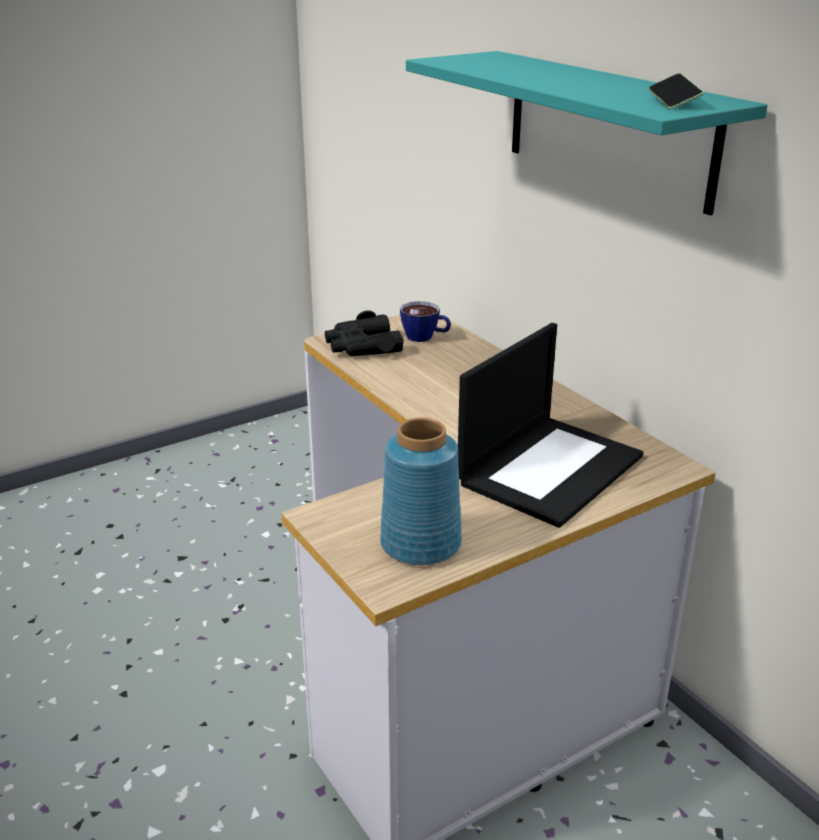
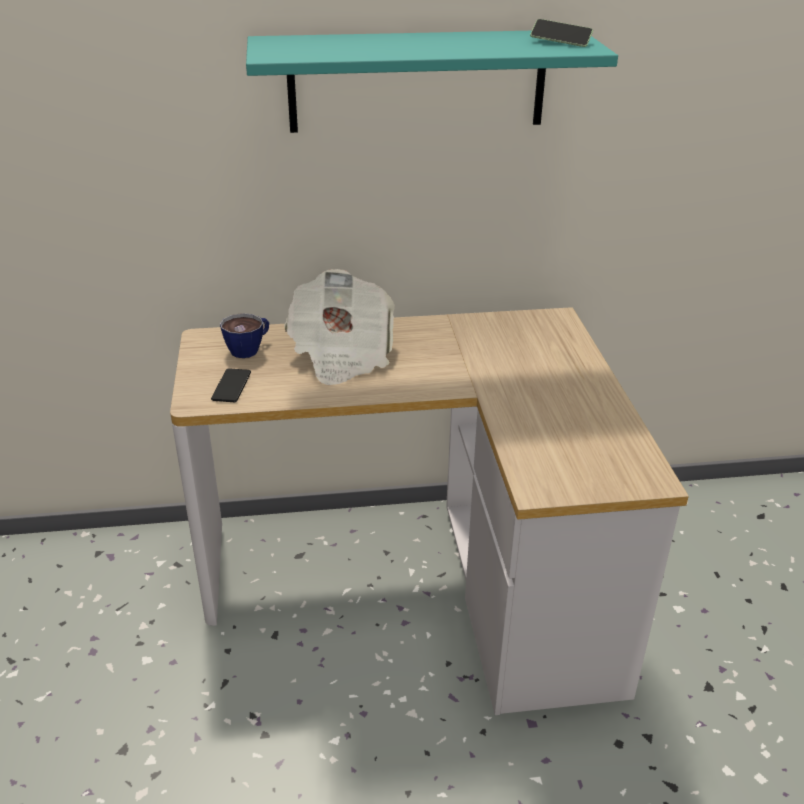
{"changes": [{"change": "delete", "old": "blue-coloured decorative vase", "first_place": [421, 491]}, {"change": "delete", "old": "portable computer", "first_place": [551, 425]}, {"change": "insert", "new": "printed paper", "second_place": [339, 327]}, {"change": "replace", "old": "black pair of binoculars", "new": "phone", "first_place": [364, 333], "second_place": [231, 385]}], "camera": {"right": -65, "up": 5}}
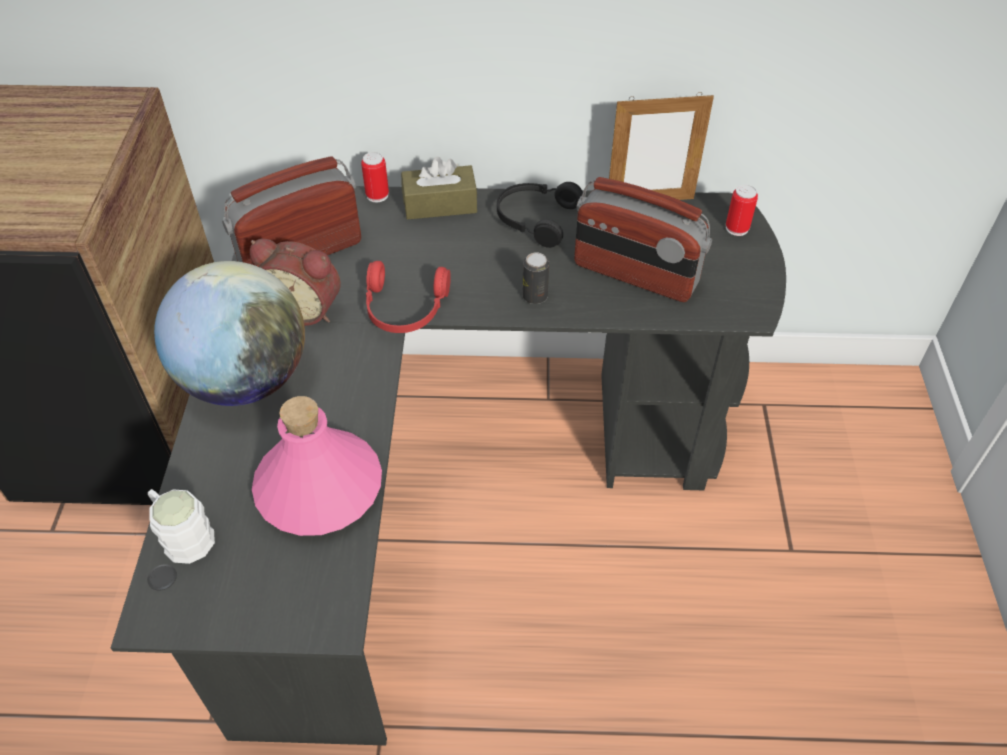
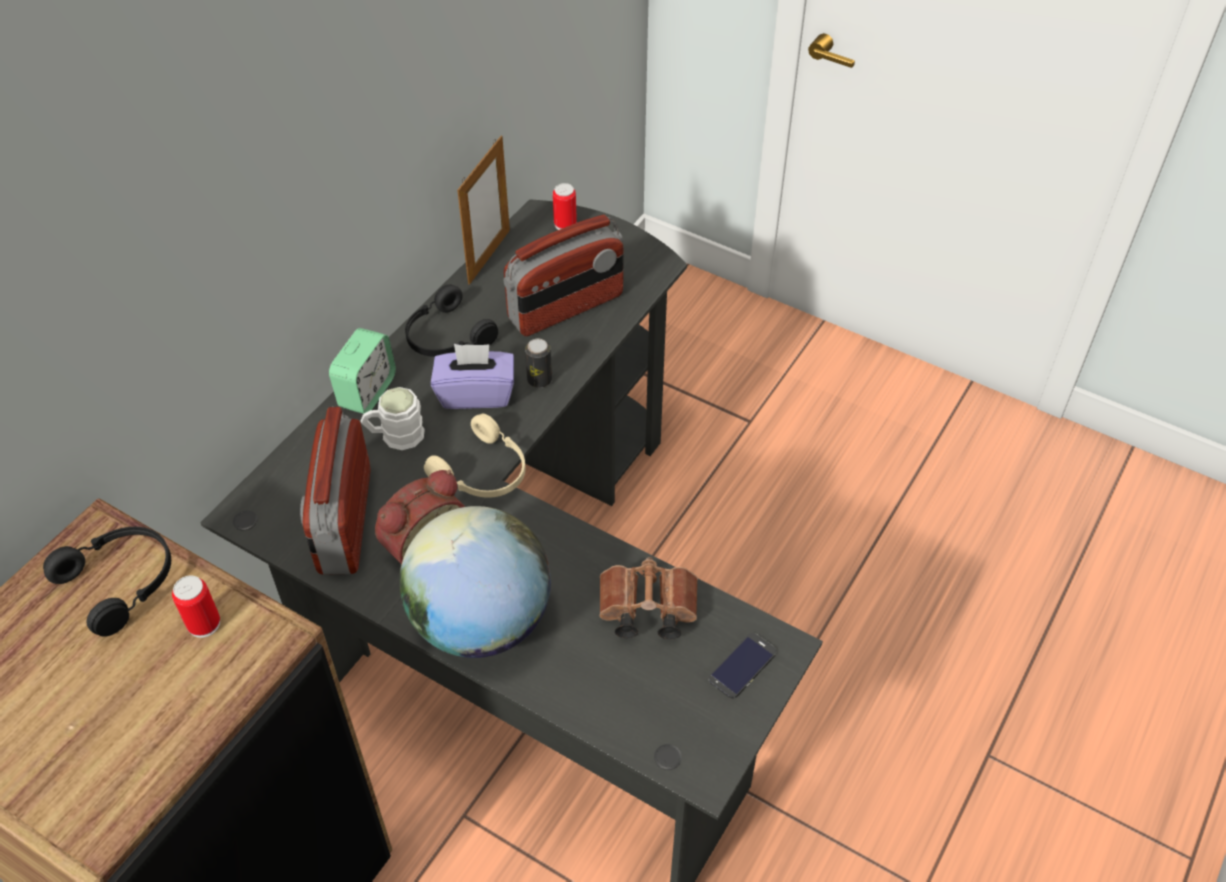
{"changes": [{"change": "insert", "new": "black headphones", "second_place": [107, 582]}, {"change": "insert", "new": "purple box of tissues", "second_place": [472, 376]}, {"change": "insert", "new": "phone", "second_place": [743, 666]}, {"change": "move", "old": "white coffee mug", "first_place": [181, 526], "second_place": [392, 418]}, {"change": "move", "old": "can", "first_place": [375, 177], "second_place": [196, 606]}, {"change": "replace", "old": "pinkish drink bottle", "new": "brownish pair of binoculars", "first_place": [317, 466], "second_place": [648, 598]}, {"change": "replace", "old": "brownish box of tissues", "new": "bedside clock", "first_place": [439, 188], "second_place": [362, 371]}, {"change": "recolor", "old": "red-coloured headphones", "new": "beige headphones", "first_place": [408, 297], "second_place": [474, 456]}], "camera": {"right": -60, "up": 0}}
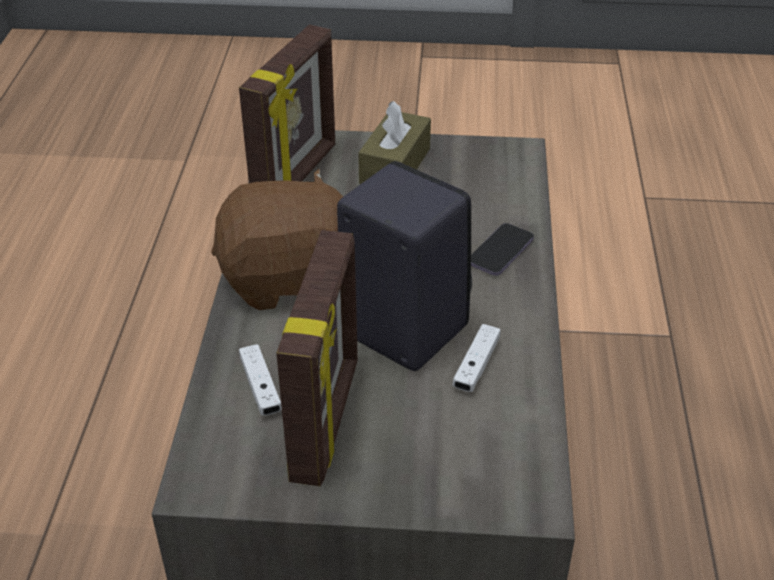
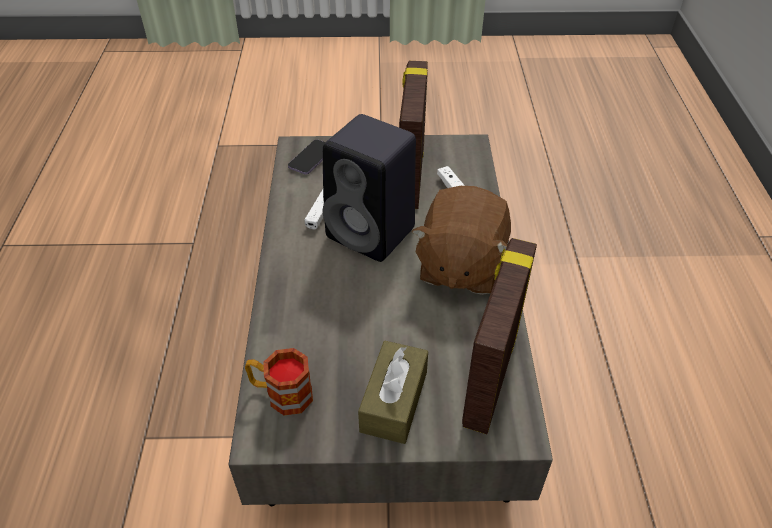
{"changes": [{"change": "insert", "new": "coffee mug", "second_place": [279, 381]}, {"change": "move", "old": "phone", "first_place": [502, 249], "second_place": [306, 157]}, {"change": "rotate", "old": "brownish soft toy", "first_place": [277, 239], "second_place": [461, 240], "degrees": -60}], "camera": {"right": 175, "up": 5}}
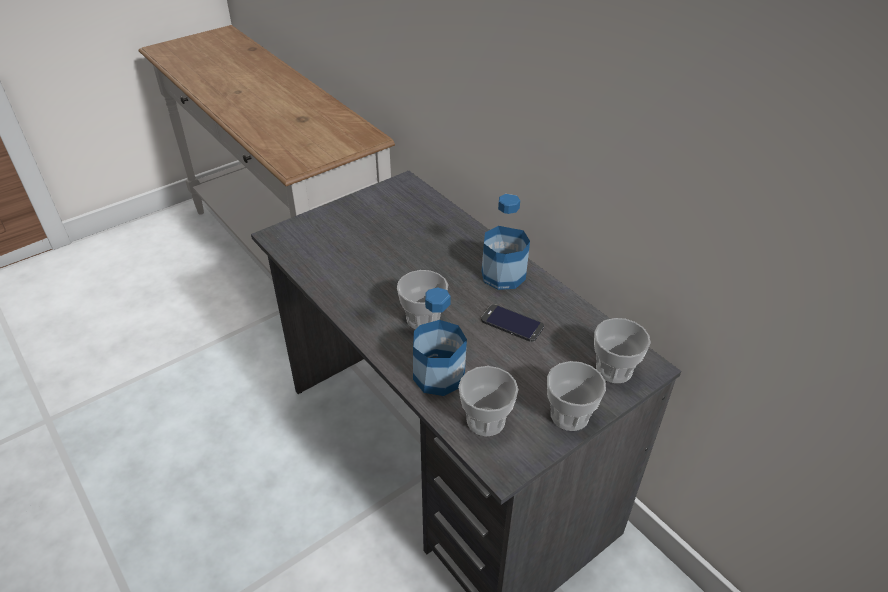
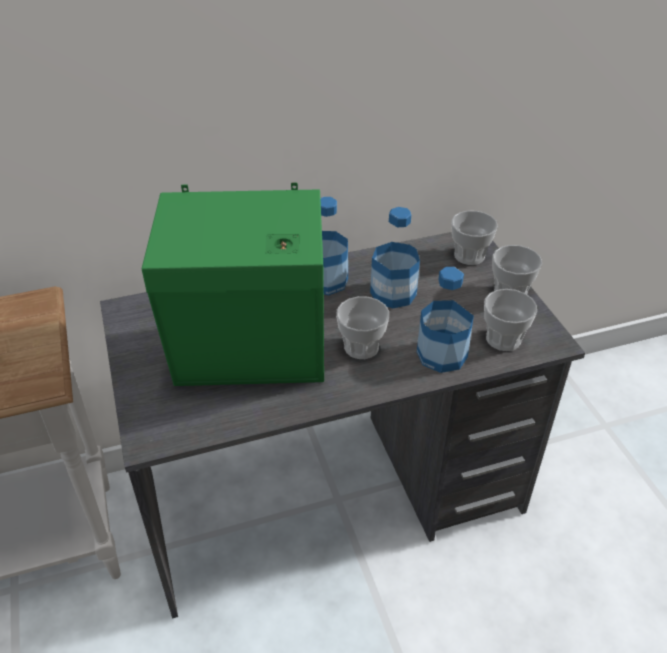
{"changes": [{"change": "insert", "new": "green audio speaker", "second_place": [233, 284]}, {"change": "replace", "old": "phone", "new": "drink bottle", "first_place": [512, 323], "second_place": [395, 257]}], "camera": {"right": -70, "up": 0}}
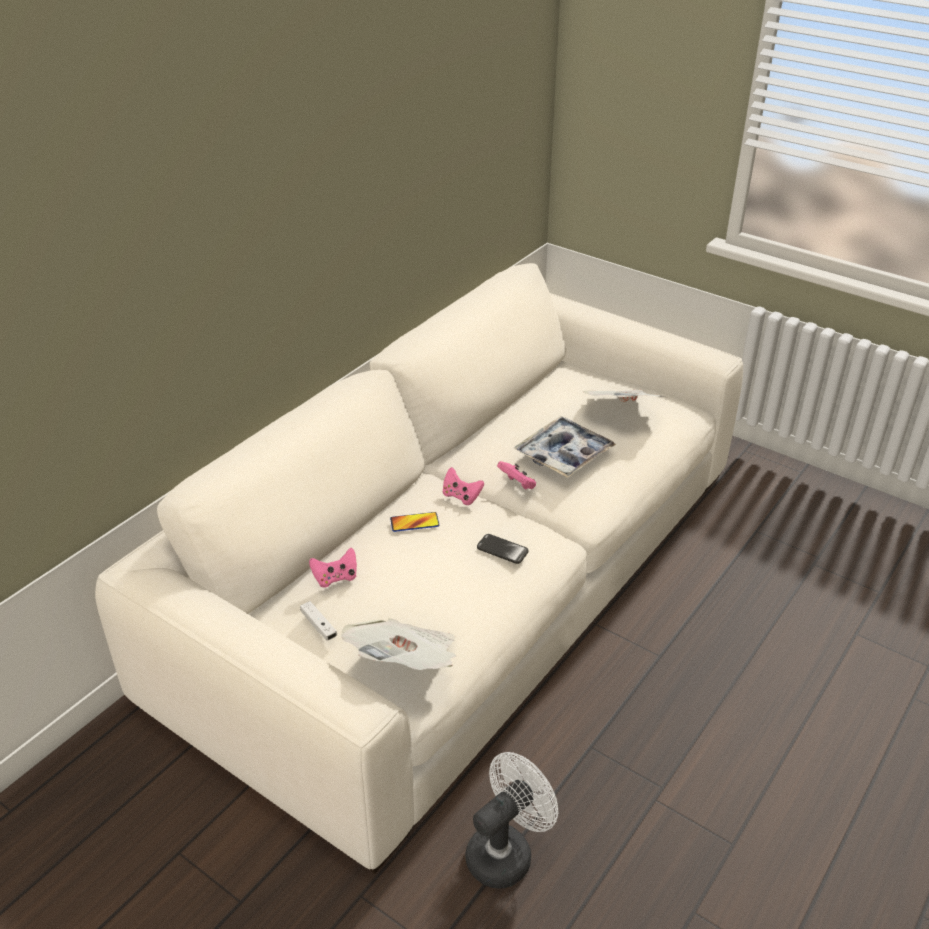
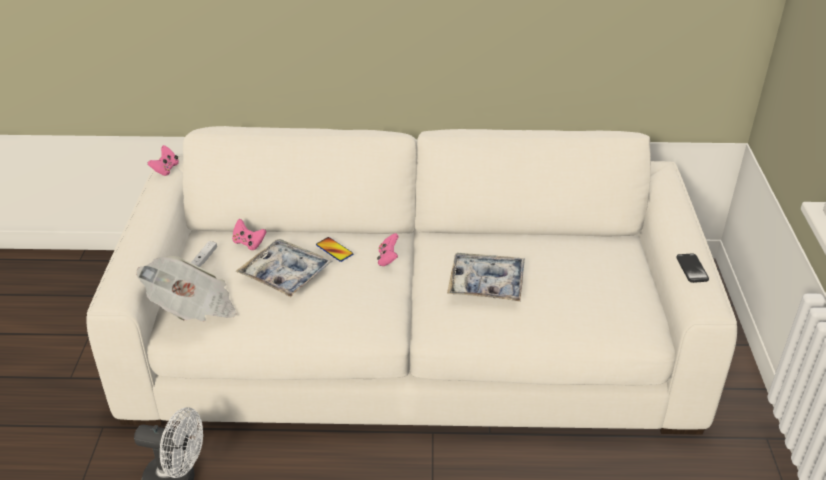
{"changes": [{"change": "delete", "old": "printed paper", "first_place": [623, 395]}, {"change": "insert", "new": "serving tray", "second_place": [284, 268]}, {"change": "move", "old": "phone", "first_place": [502, 549], "second_place": [692, 268]}, {"change": "move", "old": "pinkish gamepad", "first_place": [516, 475], "second_place": [163, 160]}], "camera": {"right": 55, "up": 0}}
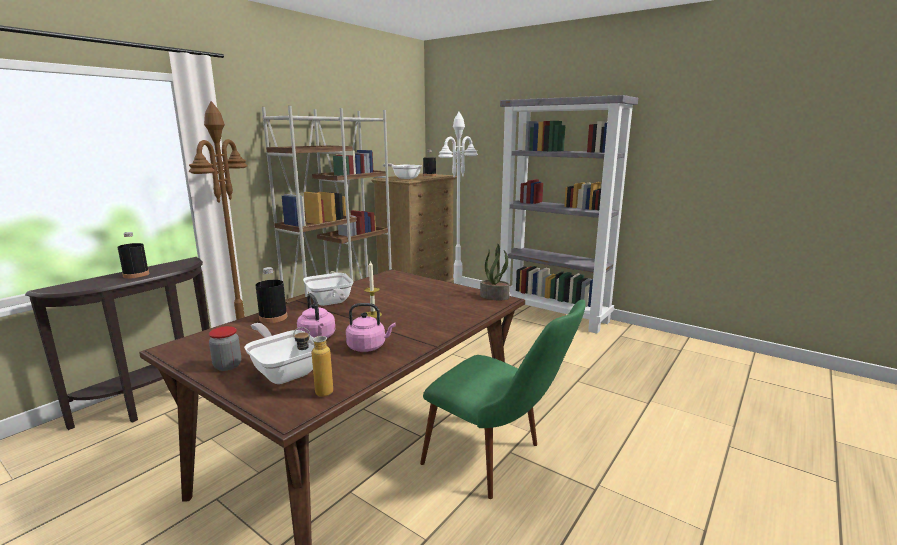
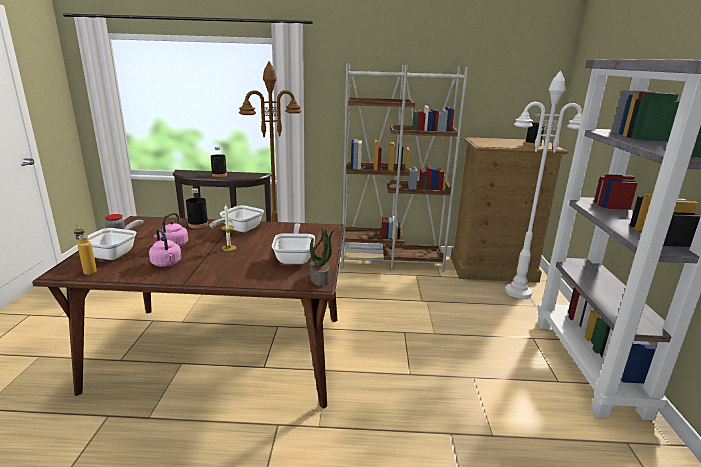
{"changes": [{"change": "delete", "old": "green chair", "first_place": [503, 399]}, {"change": "move", "old": "pan", "first_place": [402, 171], "second_place": [293, 244]}], "camera": {"right": 55, "up": 5}}
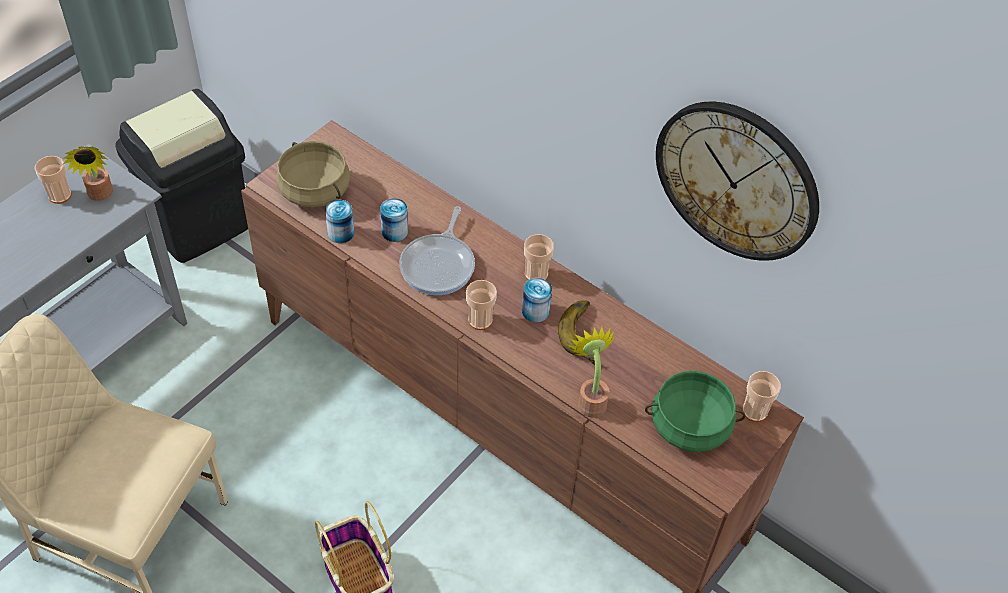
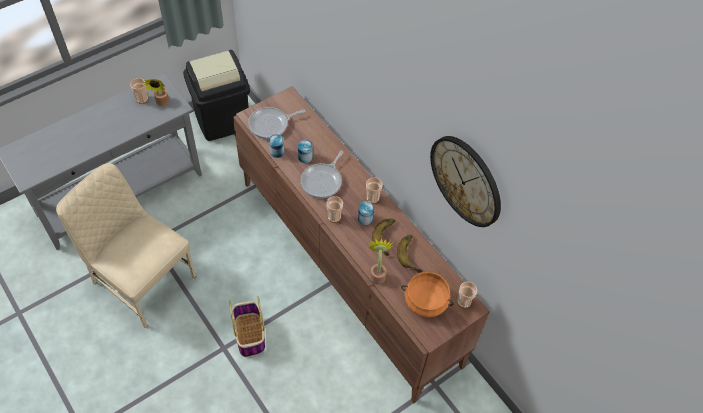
{"changes": [{"change": "insert", "new": "banana fruit", "second_place": [409, 254]}, {"change": "replace", "old": "beige cooking pot", "new": "pan", "first_place": [313, 174], "second_place": [277, 123]}, {"change": "recolor", "old": "green cooking pot", "new": "orangey cooking pot", "first_place": [695, 411], "second_place": [427, 294]}], "camera": {"right": 15, "up": 5}}
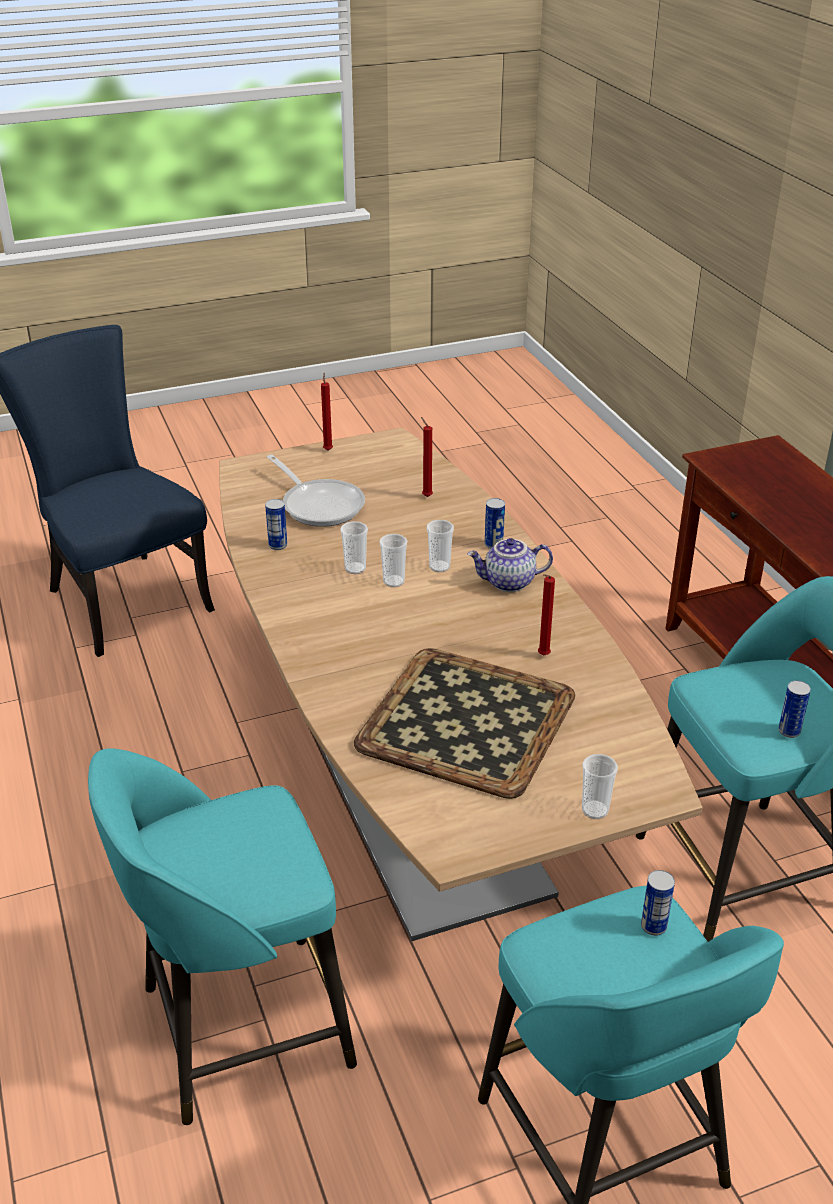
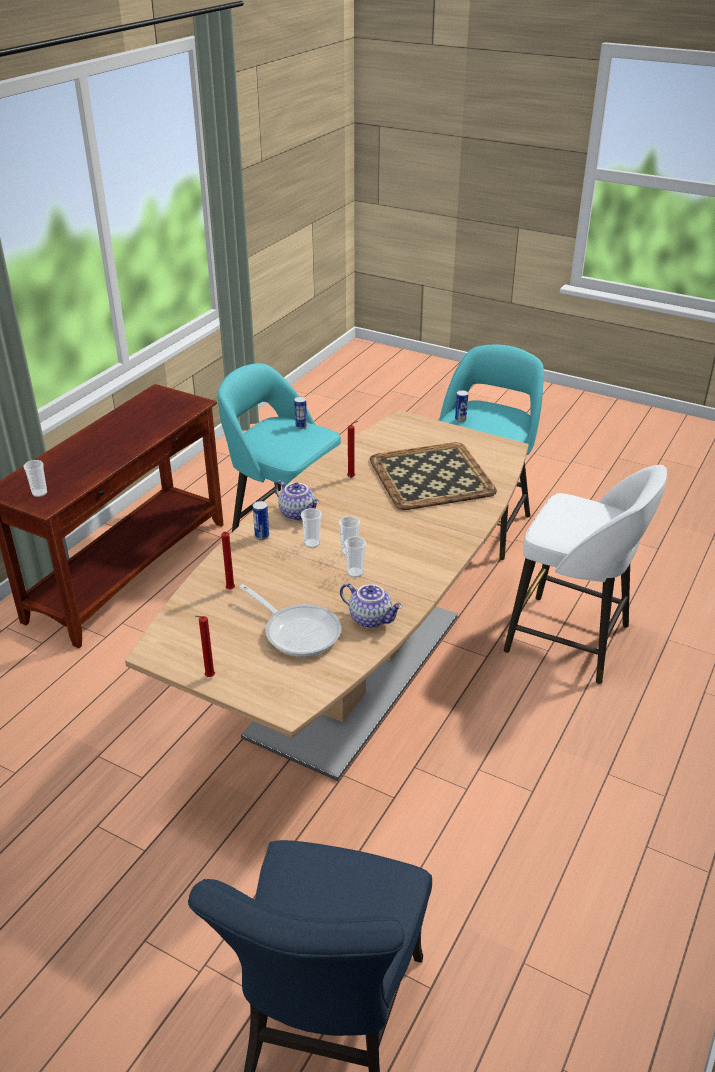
{"changes": [{"change": "move", "old": "cup", "first_place": [600, 786], "second_place": [35, 478]}, {"change": "replace", "old": "can", "new": "teapot", "first_place": [276, 524], "second_place": [371, 605]}, {"change": "recolor", "old": "turquoise stool", "new": "white stool", "first_place": [222, 936], "second_place": [585, 574]}, {"change": "rotate", "old": "pan", "first_place": [316, 491], "second_place": [290, 620], "degrees": 120}], "camera": {"right": -130, "up": 0}}
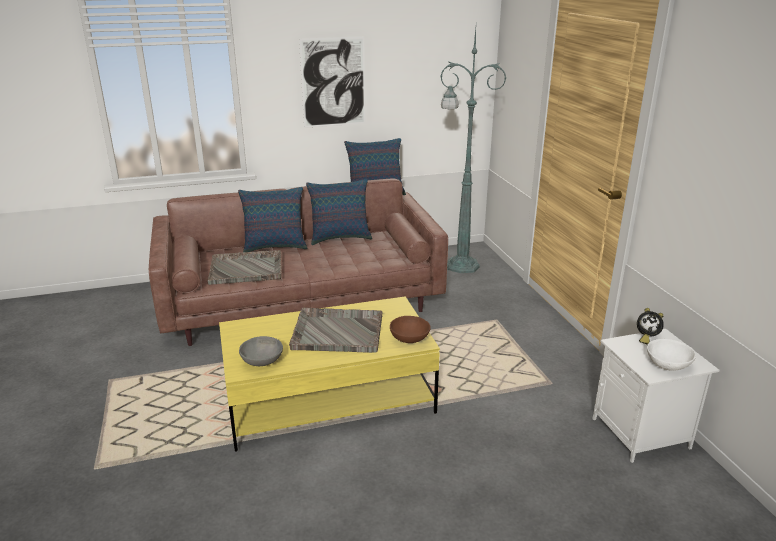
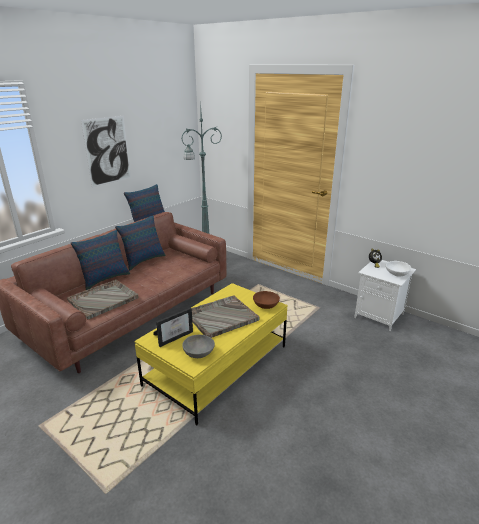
{"changes": [{"change": "insert", "new": "picture frame", "second_place": [173, 327]}], "camera": {"right": -35, "up": 0}}
